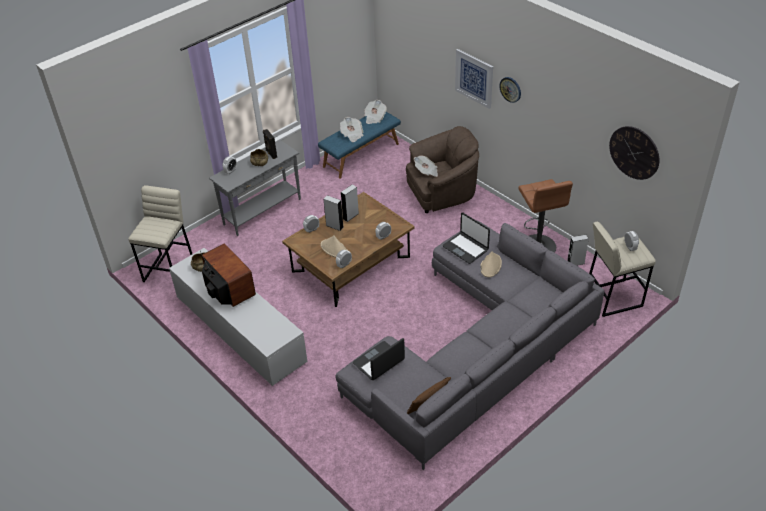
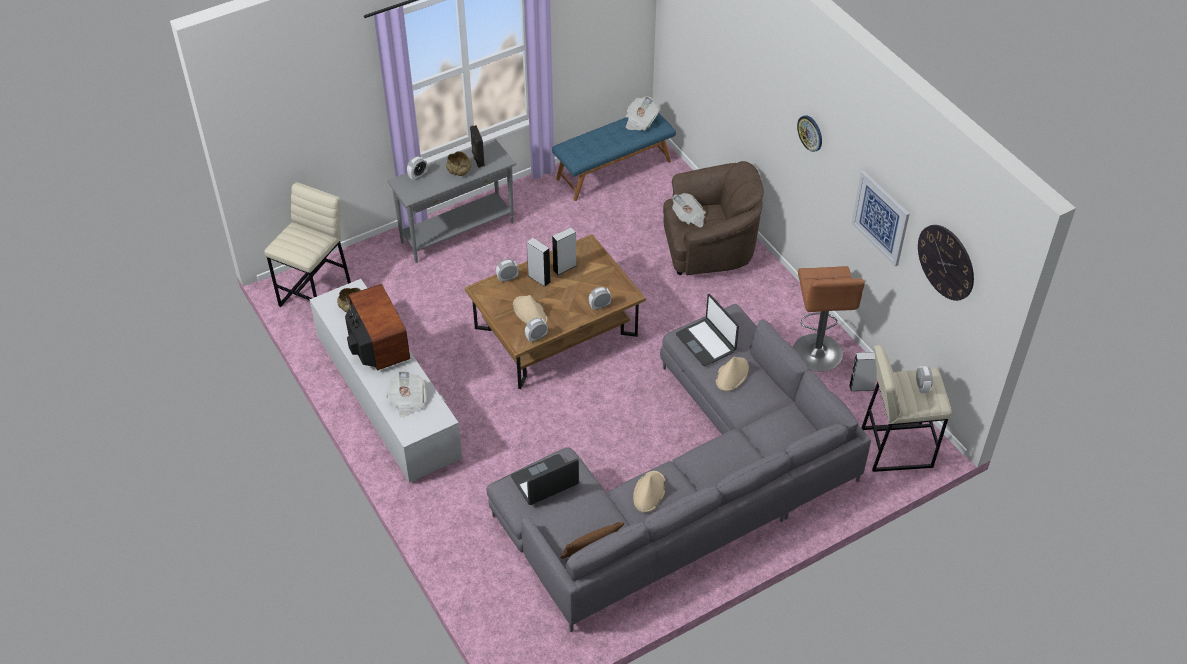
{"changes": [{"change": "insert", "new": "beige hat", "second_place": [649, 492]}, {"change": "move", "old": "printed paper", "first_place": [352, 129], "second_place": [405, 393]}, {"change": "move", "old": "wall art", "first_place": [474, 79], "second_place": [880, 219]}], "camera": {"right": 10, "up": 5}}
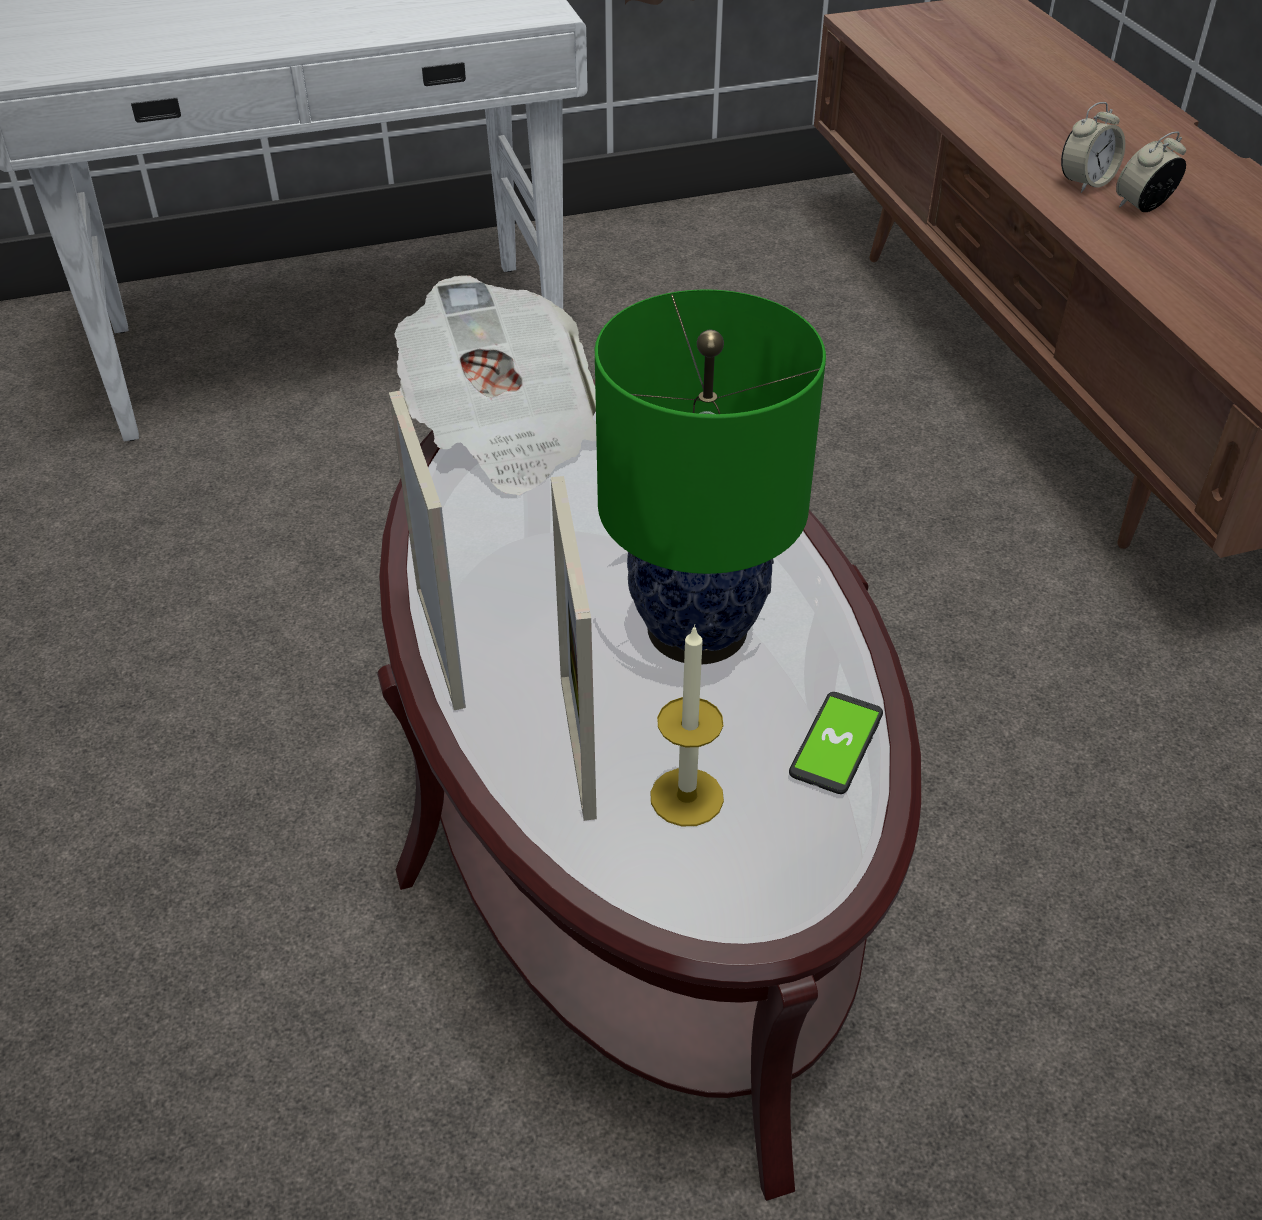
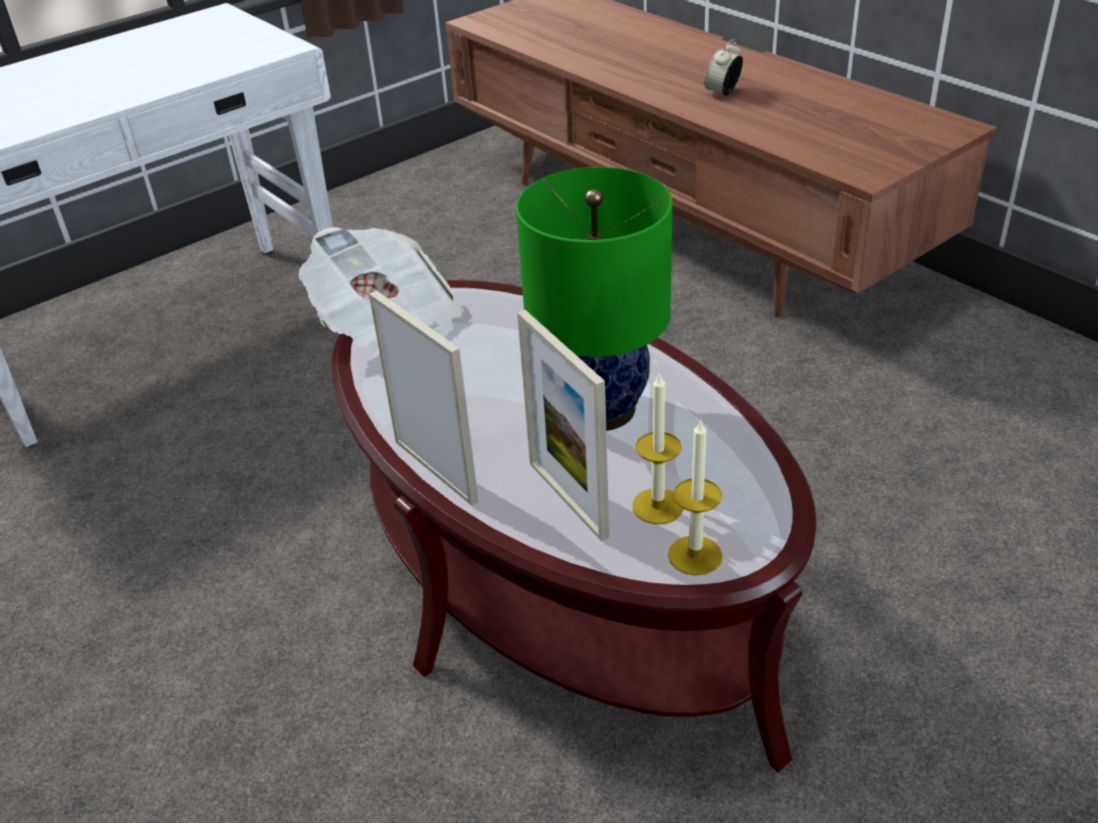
{"changes": [{"change": "delete", "old": "phone", "first_place": [836, 743]}, {"change": "delete", "old": "bedside clock", "first_place": [1093, 147]}, {"change": "insert", "new": "wax candle", "second_place": [695, 497]}], "camera": {"right": -20, "up": -5}}
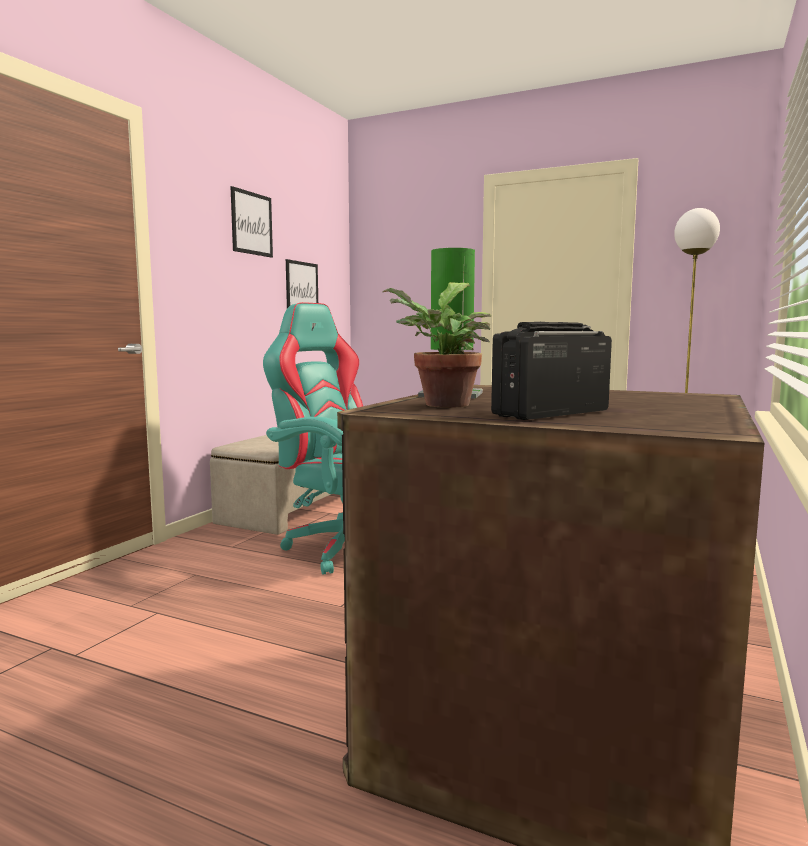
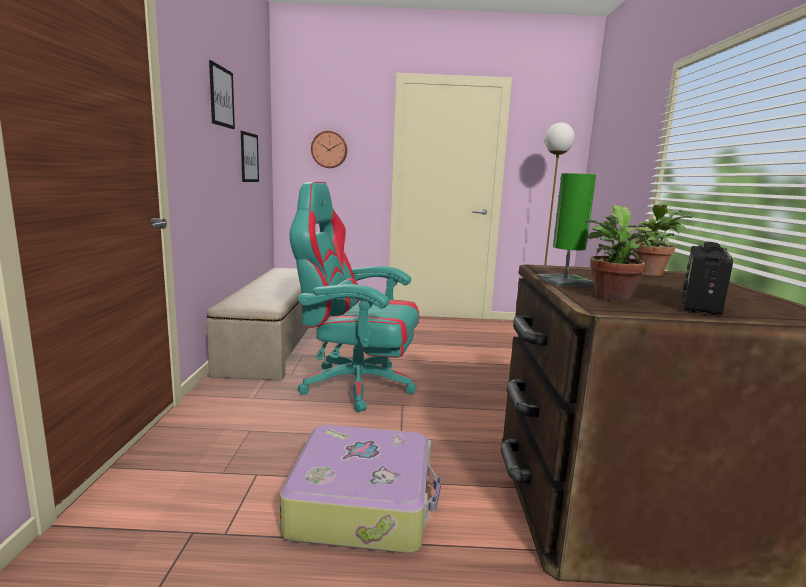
{"changes": [{"change": "insert", "new": "travel case", "second_place": [360, 489]}, {"change": "insert", "new": "clock on the wall", "second_place": [329, 149]}, {"change": "insert", "new": "potted plant", "second_place": [659, 240]}], "camera": {"right": -25, "up": 5}}
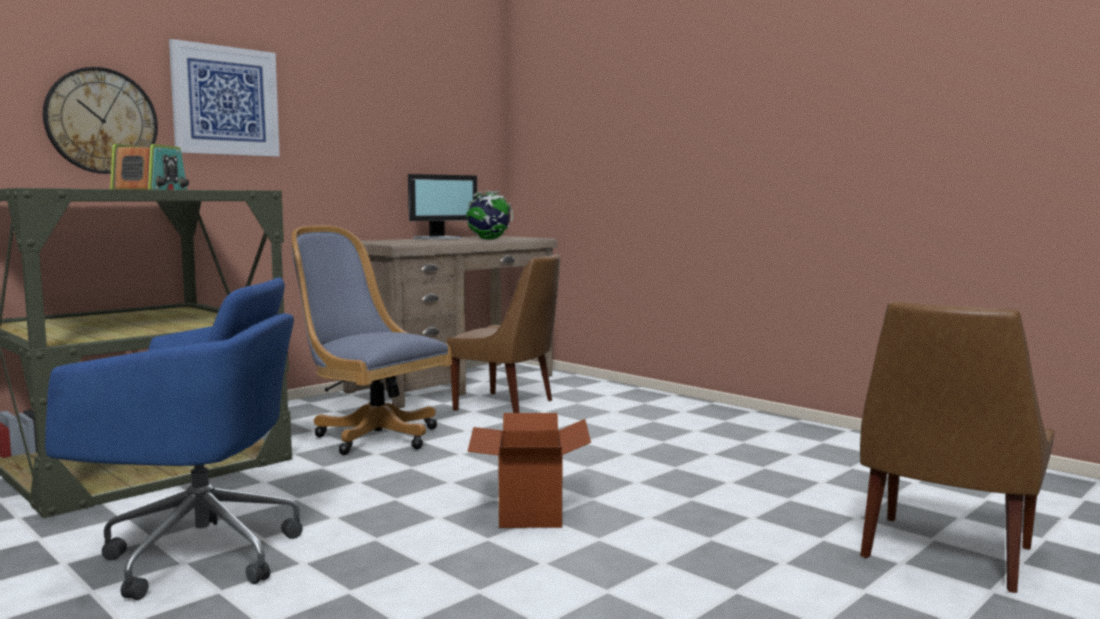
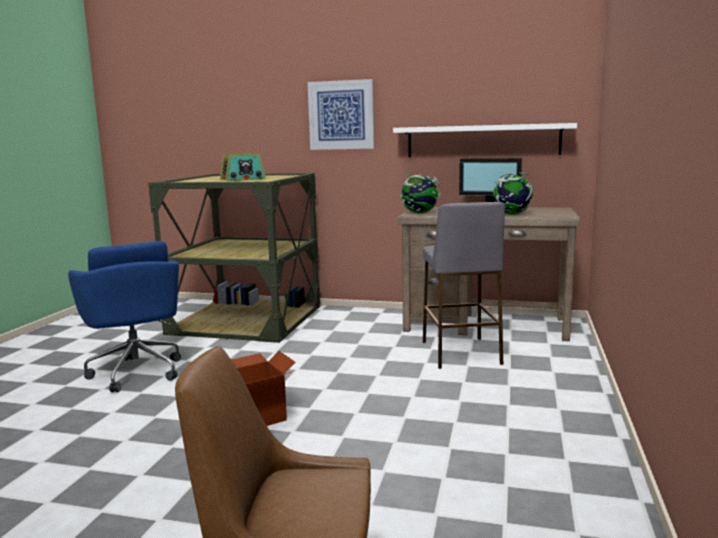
{"changes": [{"change": "delete", "old": "clock on the wall", "first_place": [100, 120]}, {"change": "delete", "old": "blue-coloured computer chair", "first_place": [371, 340]}, {"change": "insert", "new": "white wall shelf", "second_place": [485, 140]}, {"change": "insert", "new": "globe", "second_place": [421, 193]}, {"change": "replace", "old": "brownish chair", "new": "gray stool", "first_place": [503, 333], "second_place": [464, 285]}], "camera": {"right": 60, "up": 5}}
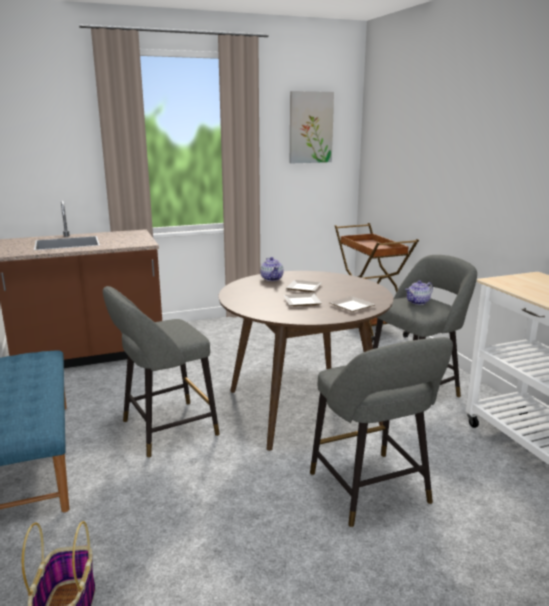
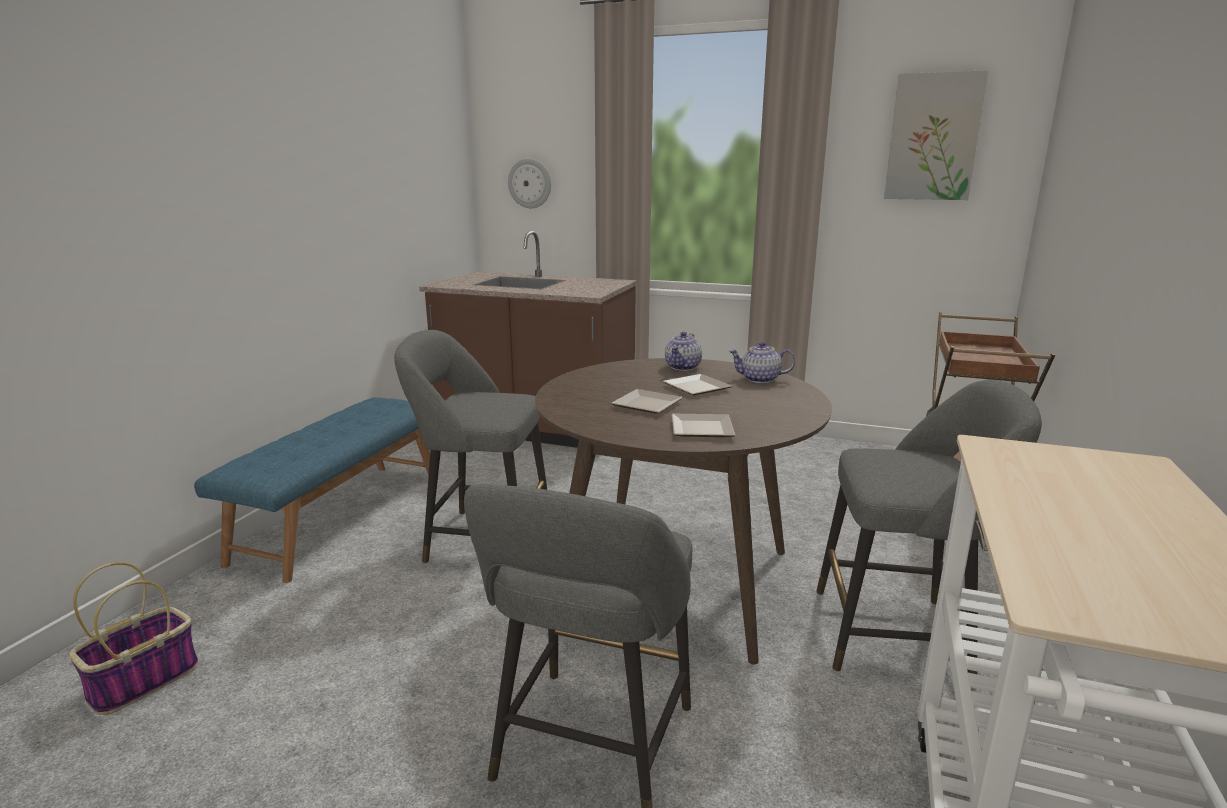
{"changes": [{"change": "insert", "new": "clock on the wall", "second_place": [529, 183]}, {"change": "move", "old": "teapot", "first_place": [419, 292], "second_place": [762, 362]}], "camera": {"right": 40, "up": 0}}
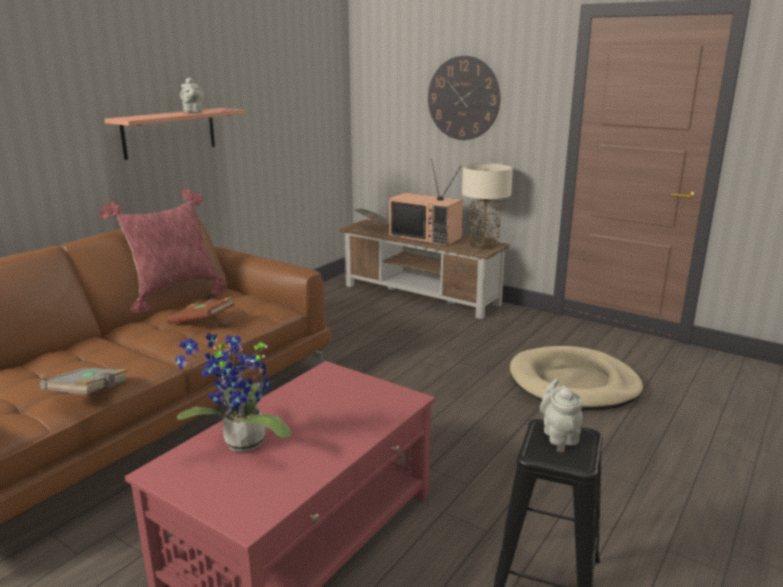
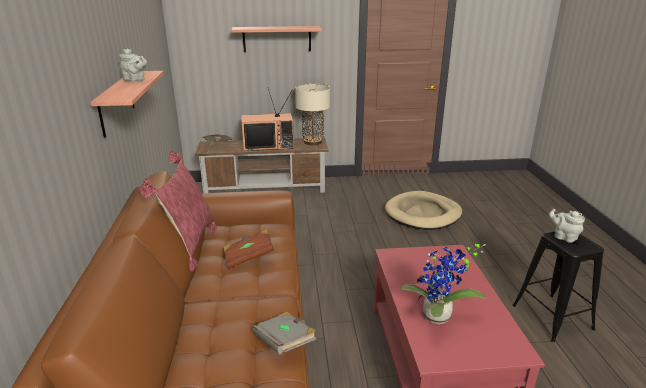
{"changes": [{"change": "replace", "old": "clock on the wall", "new": "wall shelf", "first_place": [464, 98], "second_place": [276, 39]}], "camera": {"right": -40, "up": 5}}
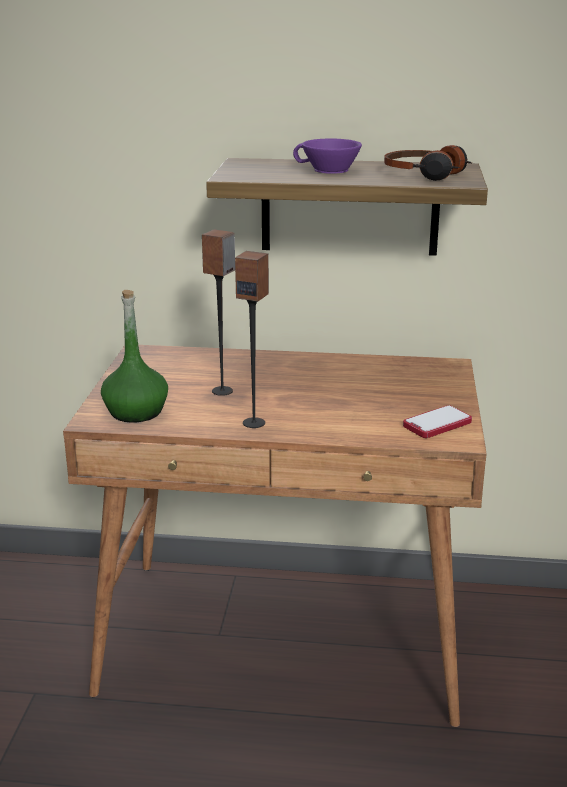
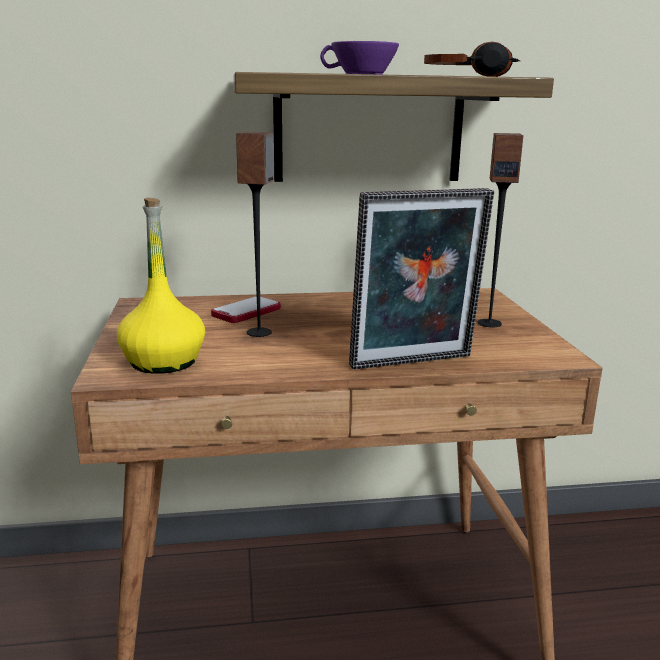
{"changes": [{"change": "insert", "new": "picture frame", "second_place": [421, 278]}, {"change": "move", "old": "audio speaker", "first_place": [252, 339], "second_place": [500, 230]}, {"change": "move", "old": "phone", "first_place": [437, 421], "second_place": [246, 309]}, {"change": "recolor", "old": "green drink bottle", "new": "yellowish drink bottle", "first_place": [134, 356], "second_place": [161, 286]}], "camera": {"right": -15, "up": -5}}
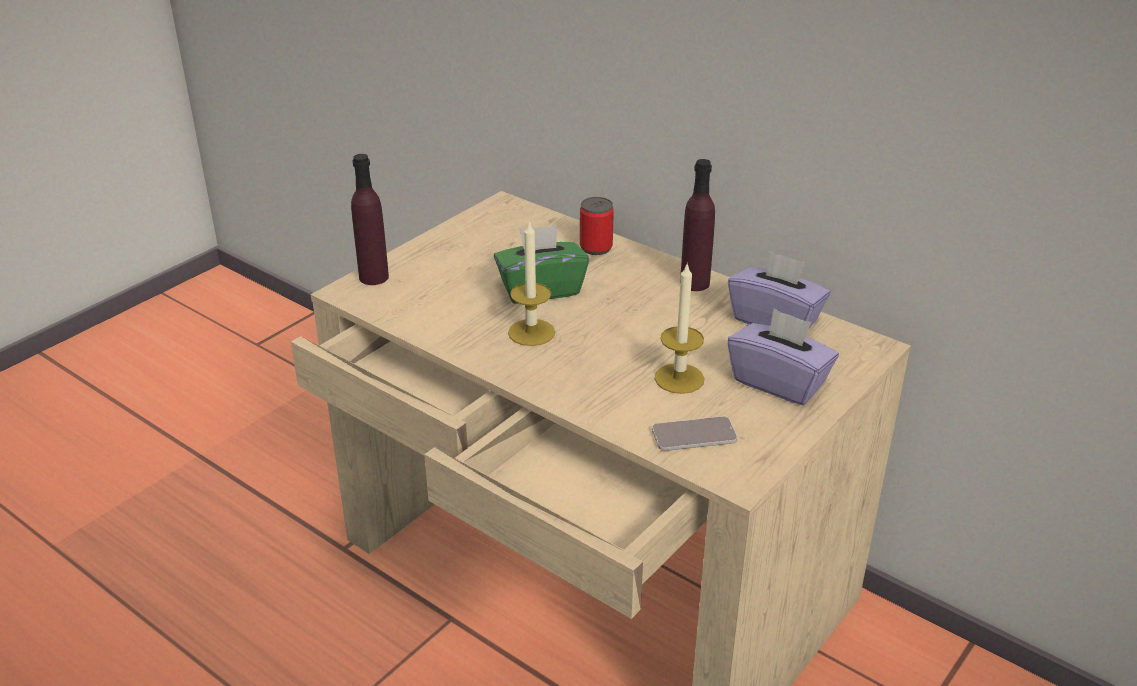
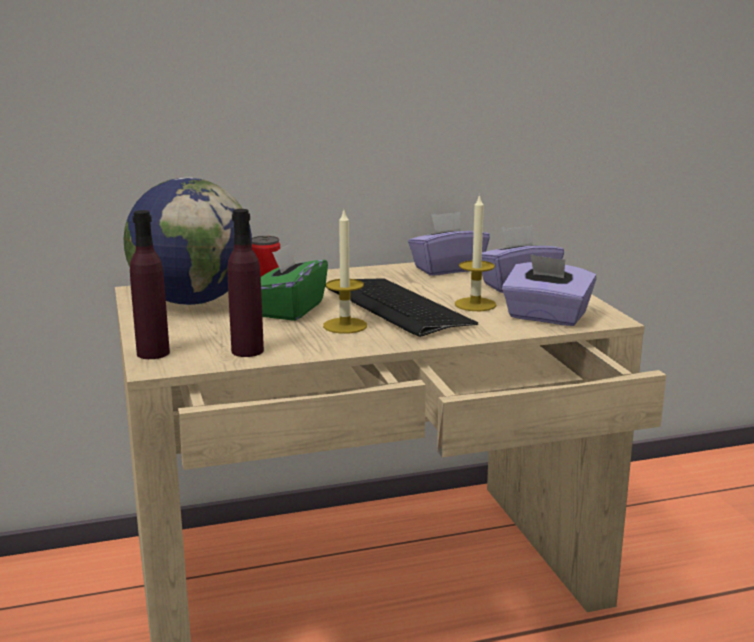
{"changes": [{"change": "insert", "new": "globe", "second_place": [188, 241]}, {"change": "insert", "new": "computer keyboard", "second_place": [401, 307]}, {"change": "move", "old": "purple drink bottle", "first_place": [697, 225], "second_place": [245, 283]}, {"change": "replace", "old": "phone", "new": "purple box of tissues", "first_place": [694, 433], "second_place": [549, 290]}], "camera": {"right": -55, "up": -15}}
